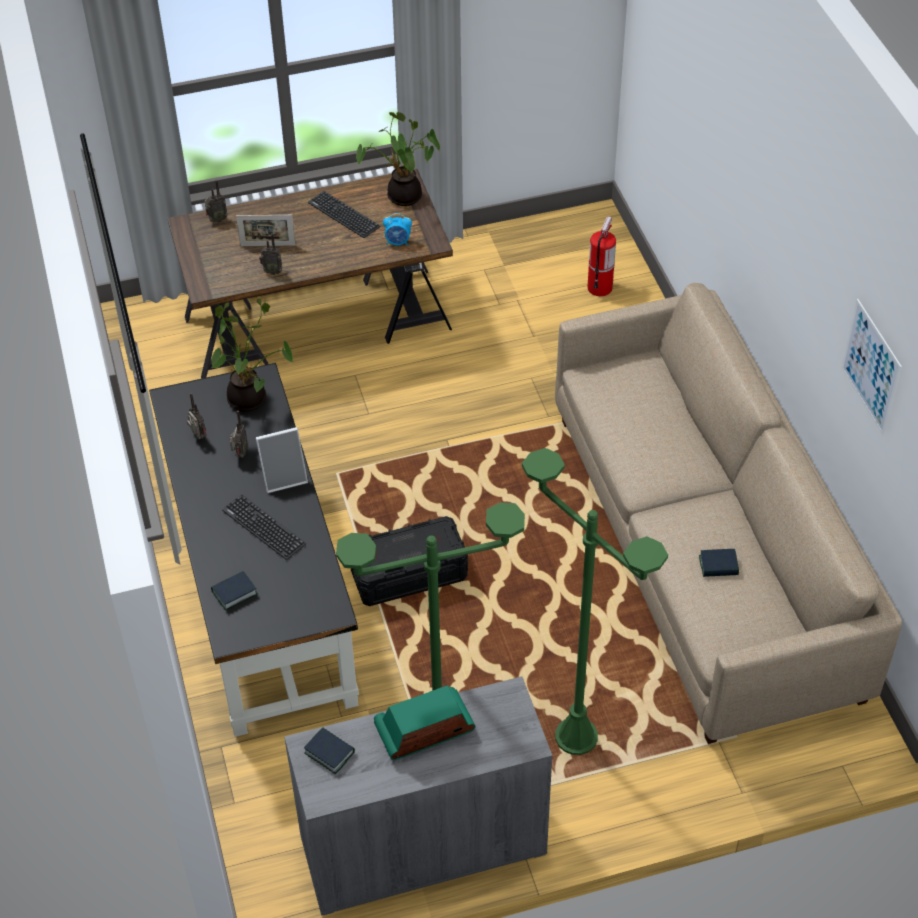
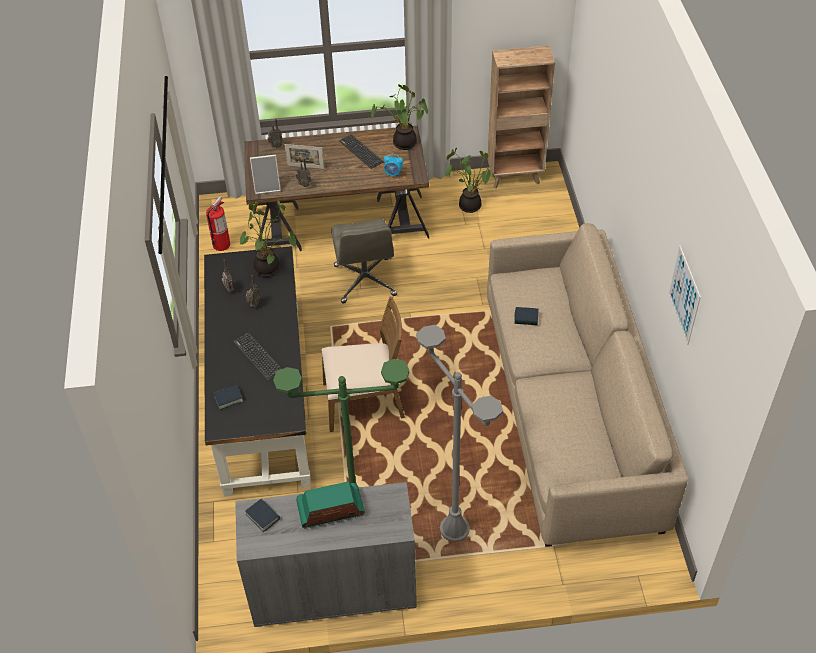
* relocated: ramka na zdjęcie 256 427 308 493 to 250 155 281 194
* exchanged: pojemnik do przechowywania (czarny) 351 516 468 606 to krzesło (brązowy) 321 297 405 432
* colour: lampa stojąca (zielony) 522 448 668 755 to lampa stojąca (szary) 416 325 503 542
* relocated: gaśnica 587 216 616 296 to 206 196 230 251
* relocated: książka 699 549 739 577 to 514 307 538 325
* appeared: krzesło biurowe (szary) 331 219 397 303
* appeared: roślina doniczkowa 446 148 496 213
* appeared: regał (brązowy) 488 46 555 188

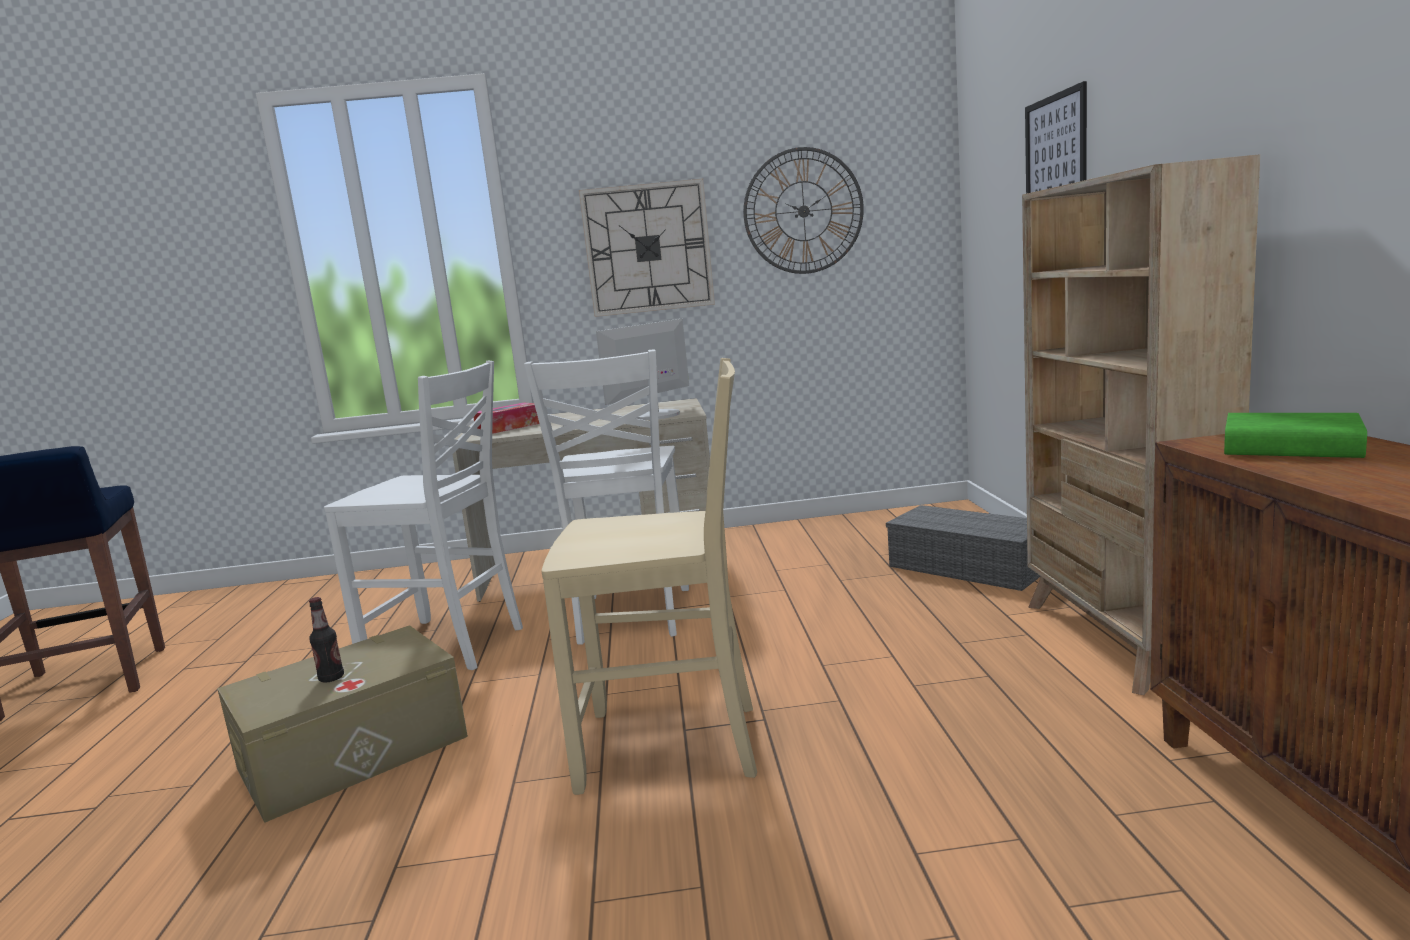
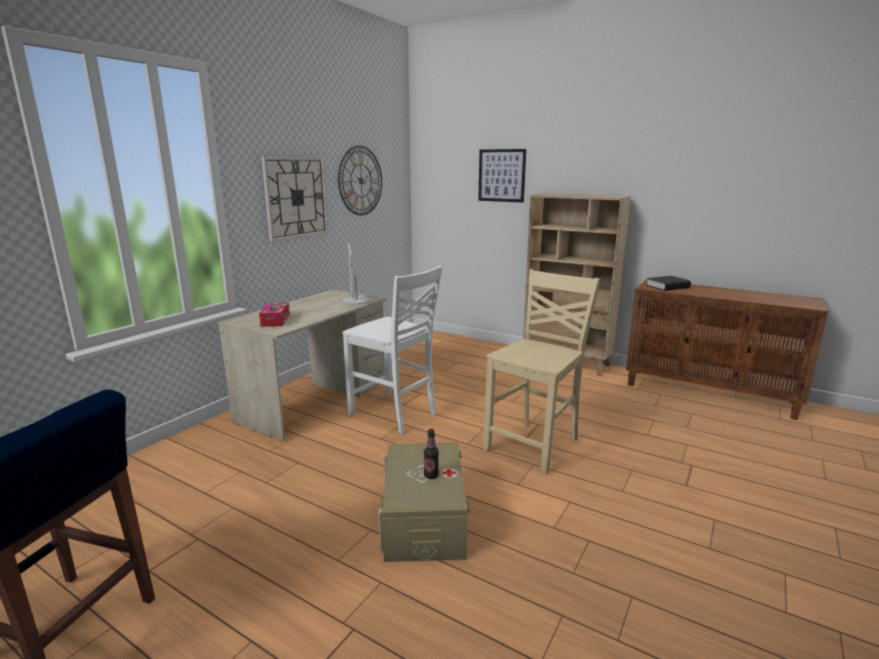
* missing: krzesło (biały) 324 361 523 670
* missing: pojemnik do przechowywania (szary) 886 505 1041 591
* colour: książka (zielony) 1224 413 1367 458 to książka (czarny) 646 276 691 291

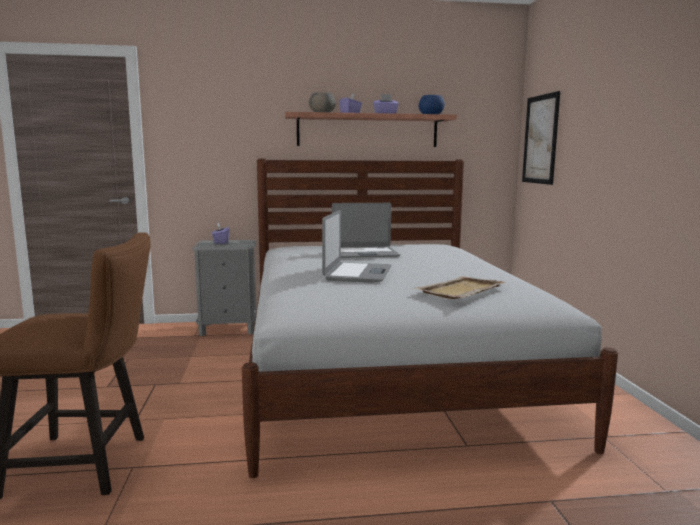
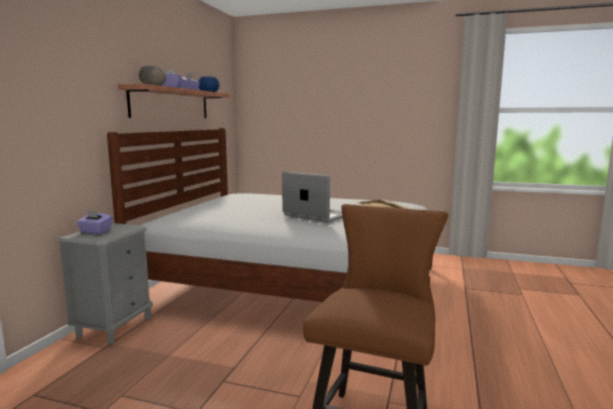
* missing: laptop 332 203 400 258
* missing: obraz 522 91 560 185

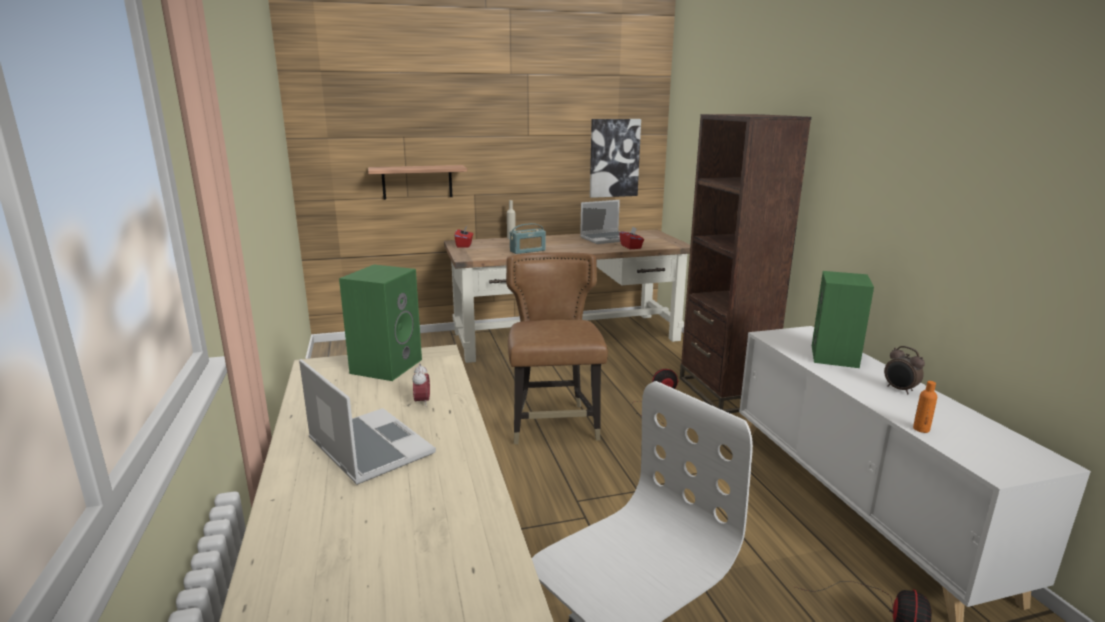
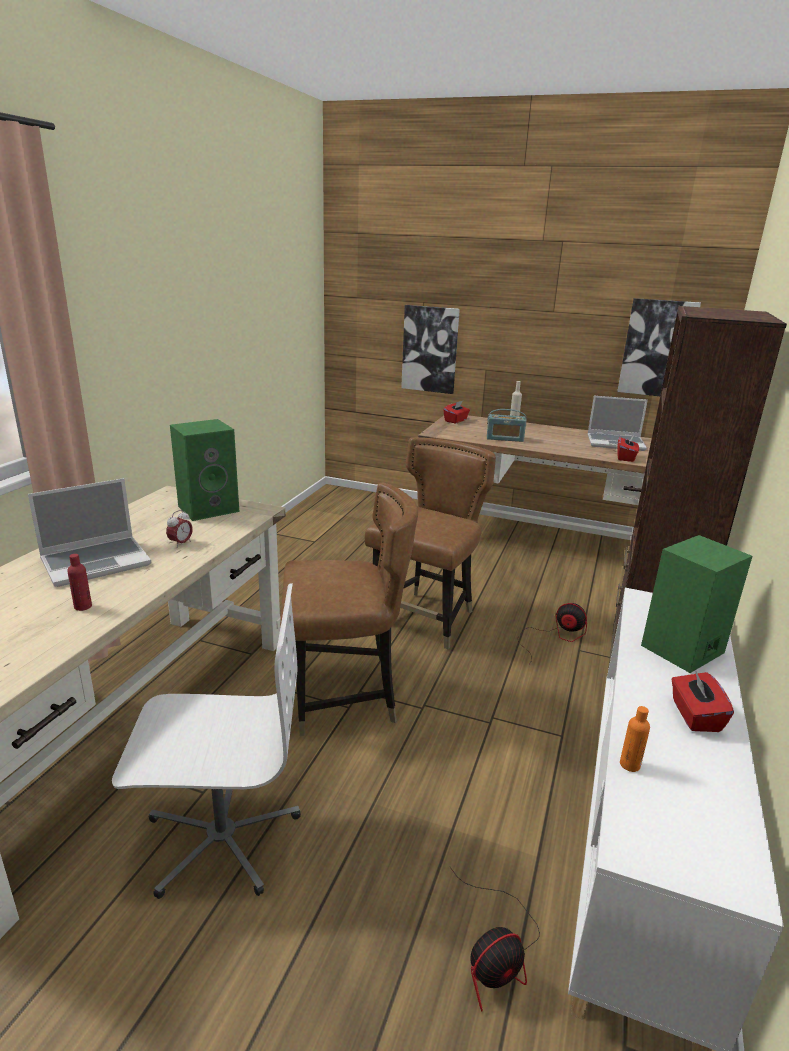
* spun: laptop 299 359 436 485 = 28 478 151 587 60 degrees clockwise
* exchanged: półka 368 165 467 200 to obraz 401 305 460 394
* exchanged: budzik 884 346 925 394 to pudełko chusteczek (czerwony) 671 670 734 732
* appeared: butelka (czerwony) 67 554 92 611
* appeared: krzesło (brązowy) 280 482 418 736

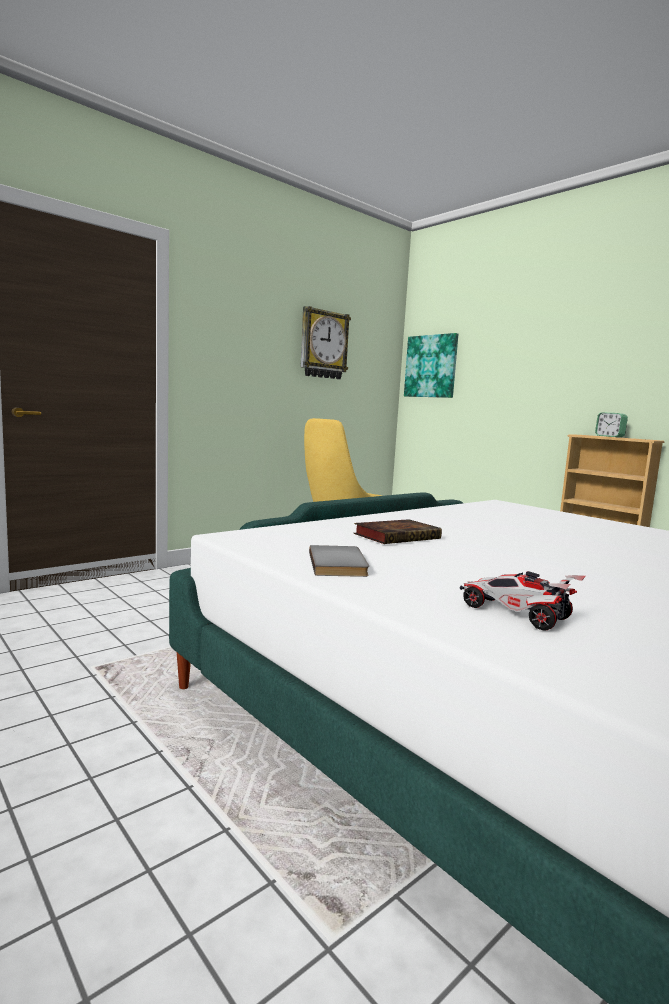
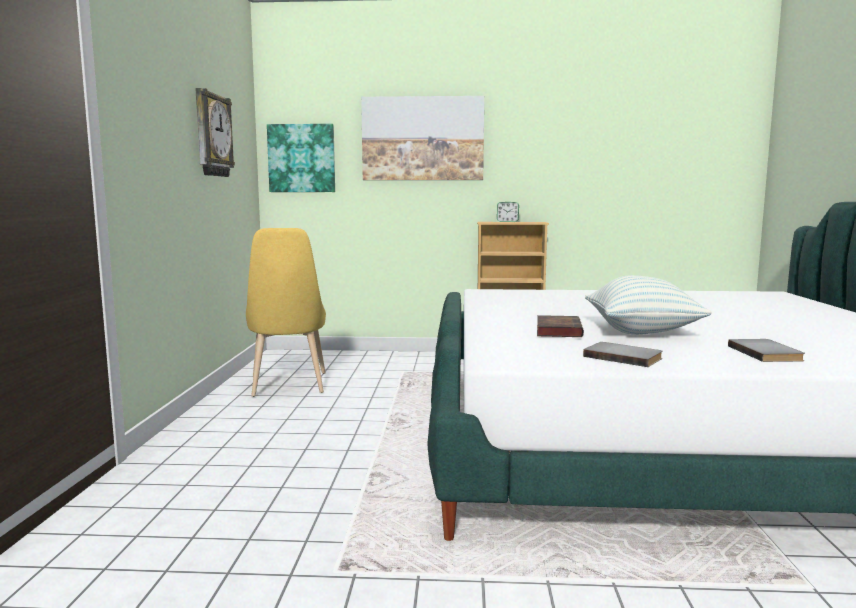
* exchanged: samochodzik 460 571 586 631 to książka (szary) 728 339 805 362
* appeared: obraz 361 96 484 180
* appeared: poduszka 585 275 712 335

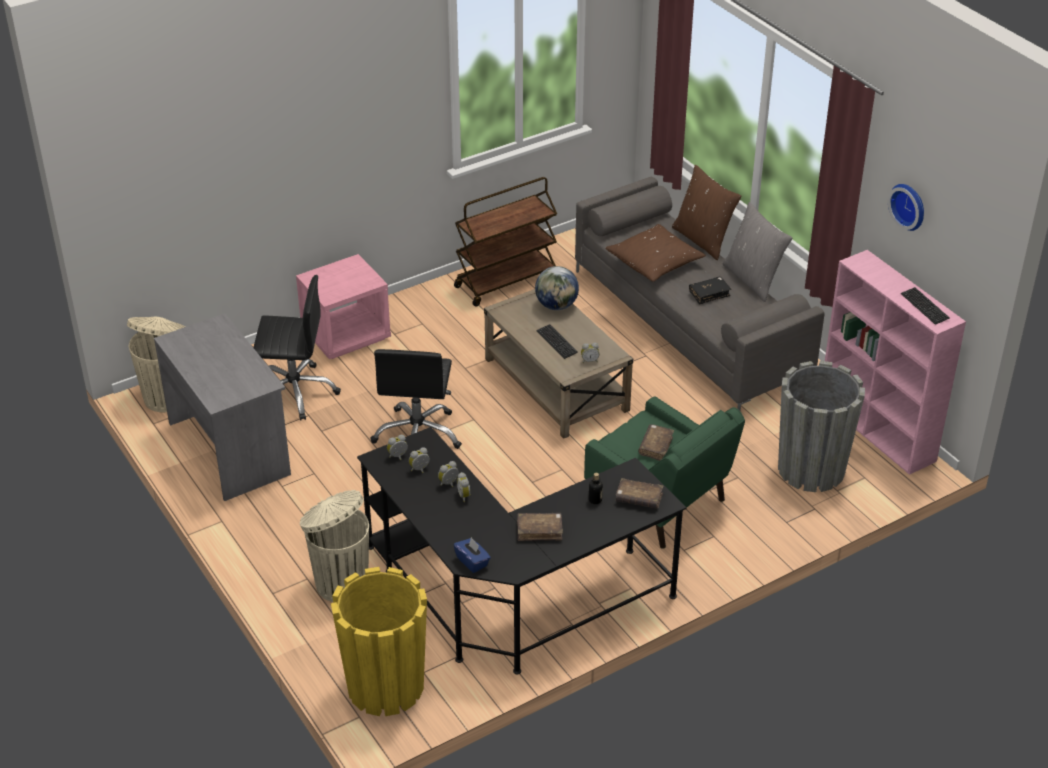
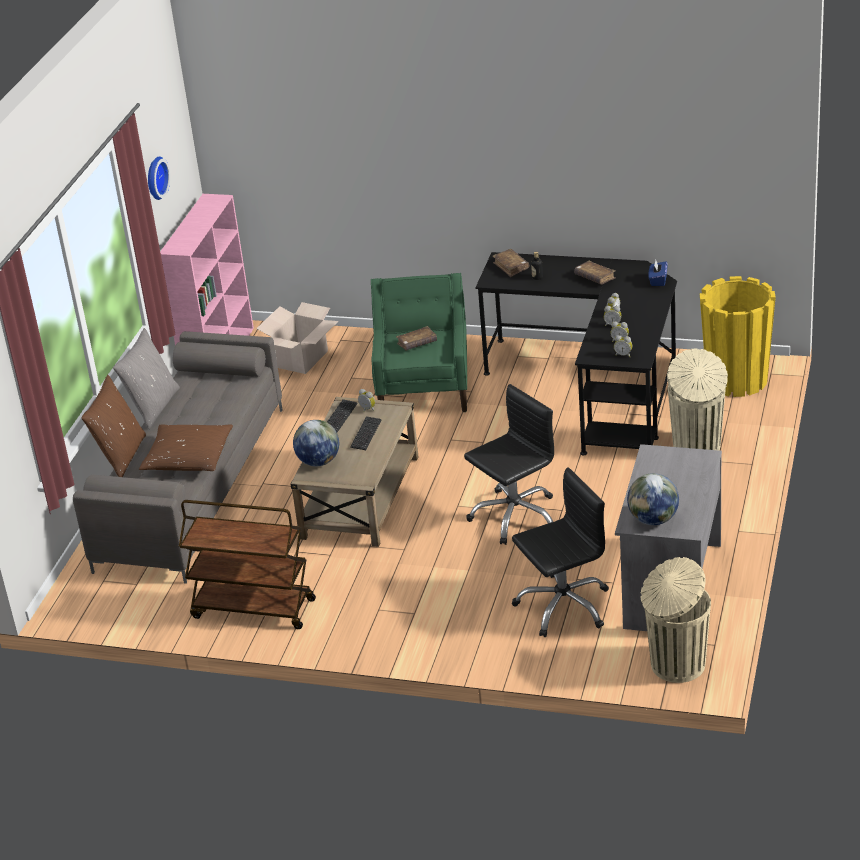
* spun: krzesło biurowe (czarny) 253 275 341 420 = 512 468 609 637 105 degrees clockwise
* missing: szafka nocna (różowy) 296 254 391 359
* missing: książka (czarny) 689 277 732 304
* exchanged: donica (szary) 778 361 865 492 to karton 256 302 338 374
* relocated: klawiatura 901 287 950 325 to 327 399 357 432
* appeared: globus 627 473 679 525

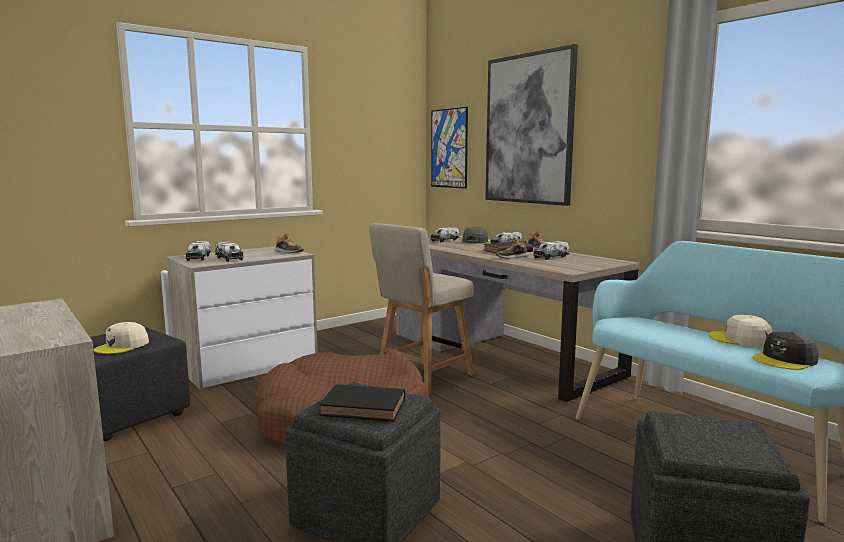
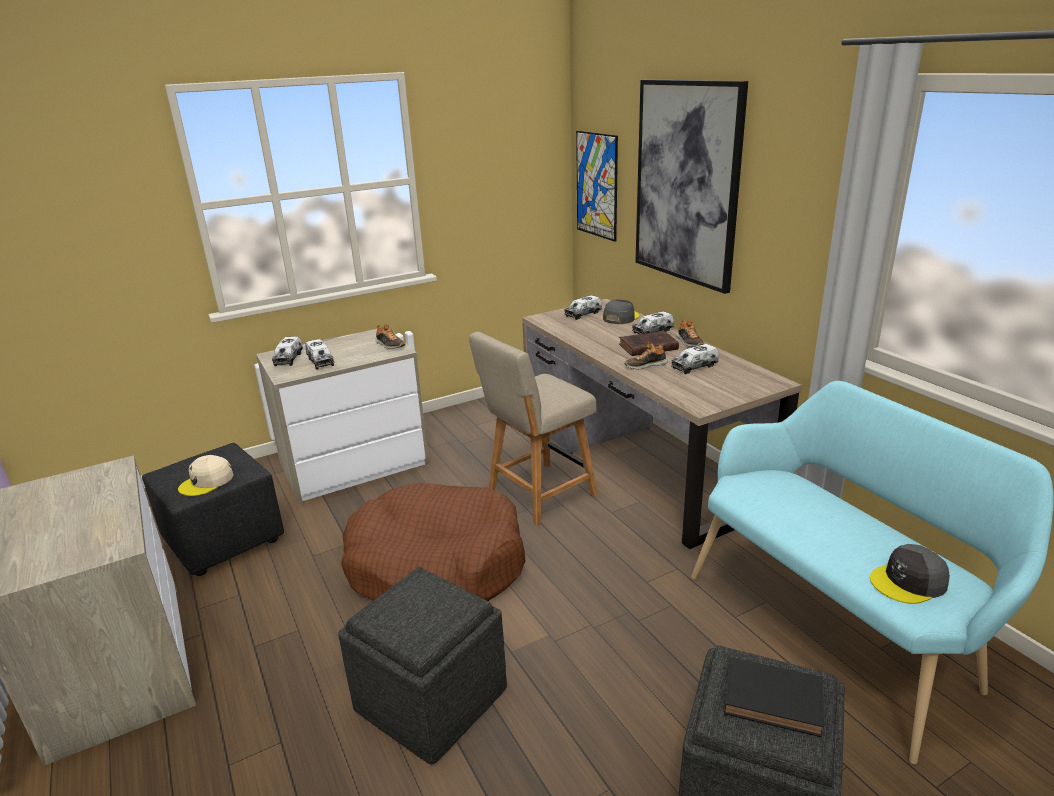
* relocated: książka (czarny) 319 384 405 422 to 724 657 824 737
* missing: czapka z daszkiem (beżowy) 708 315 773 347

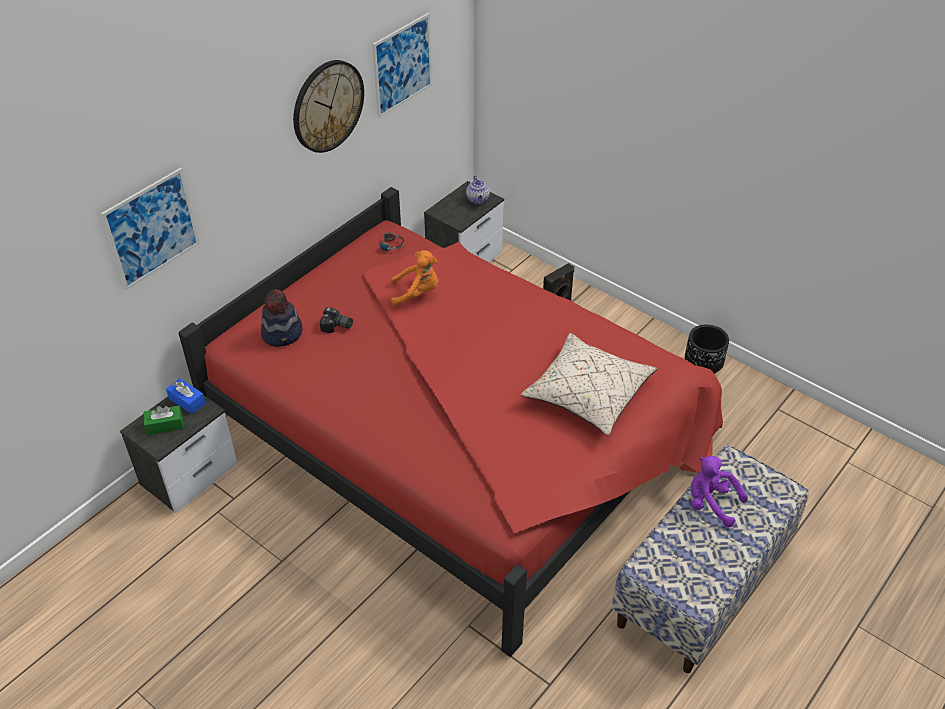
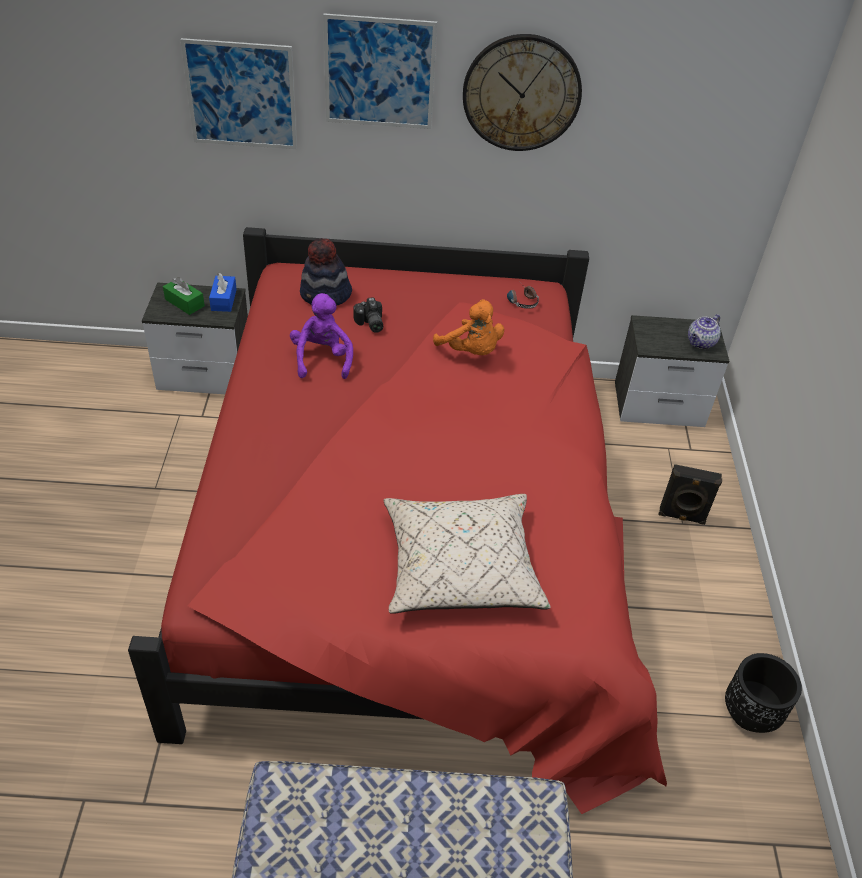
* relocated: obraz 372 13 432 118 to 323 13 437 129
* relocated: pluszak (fioletowy) 691 456 748 527 to 290 293 353 379

